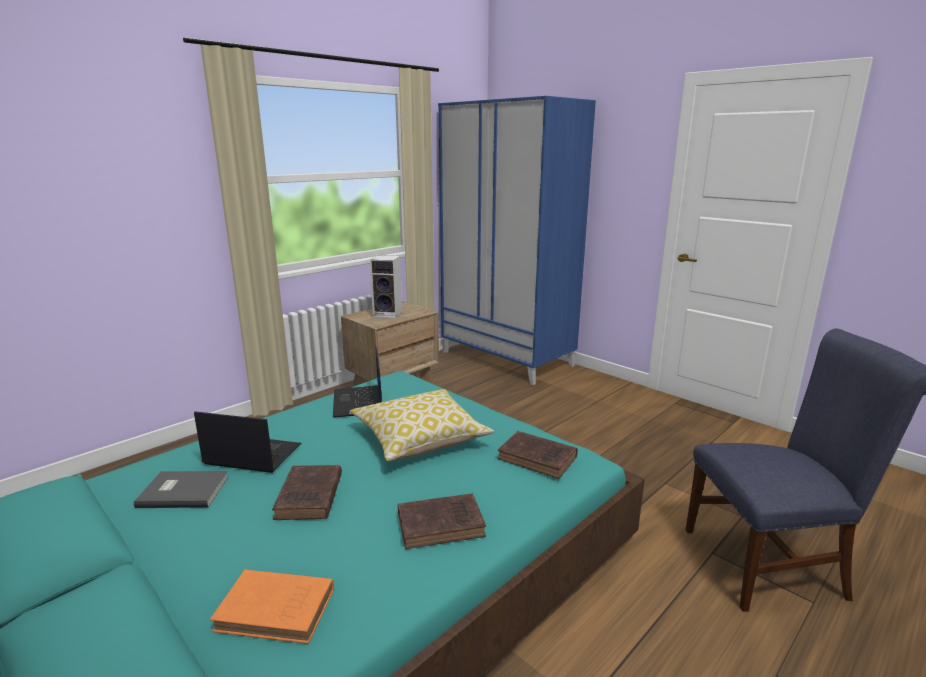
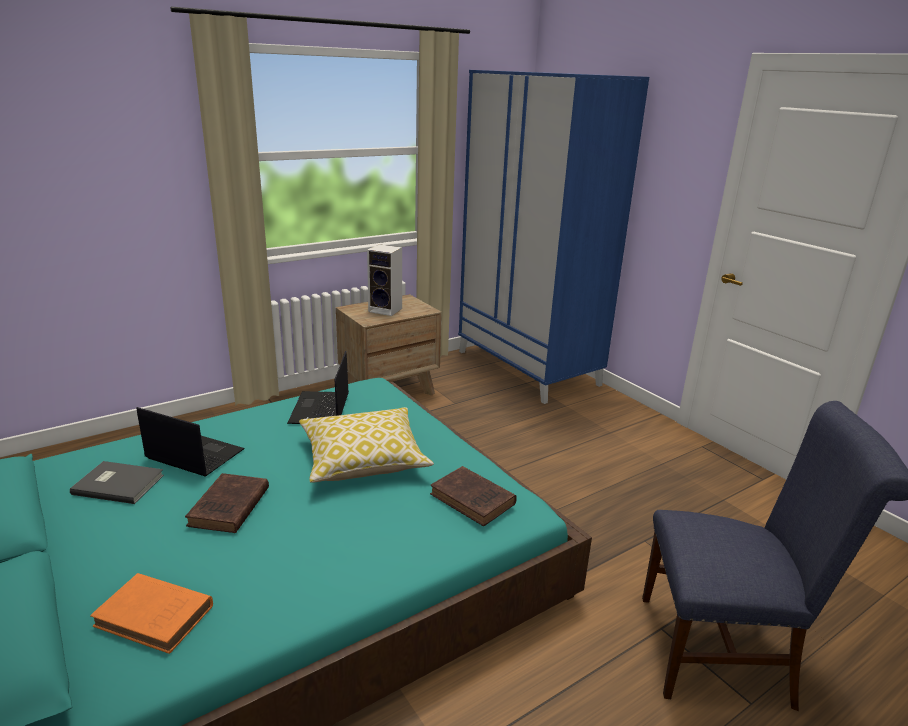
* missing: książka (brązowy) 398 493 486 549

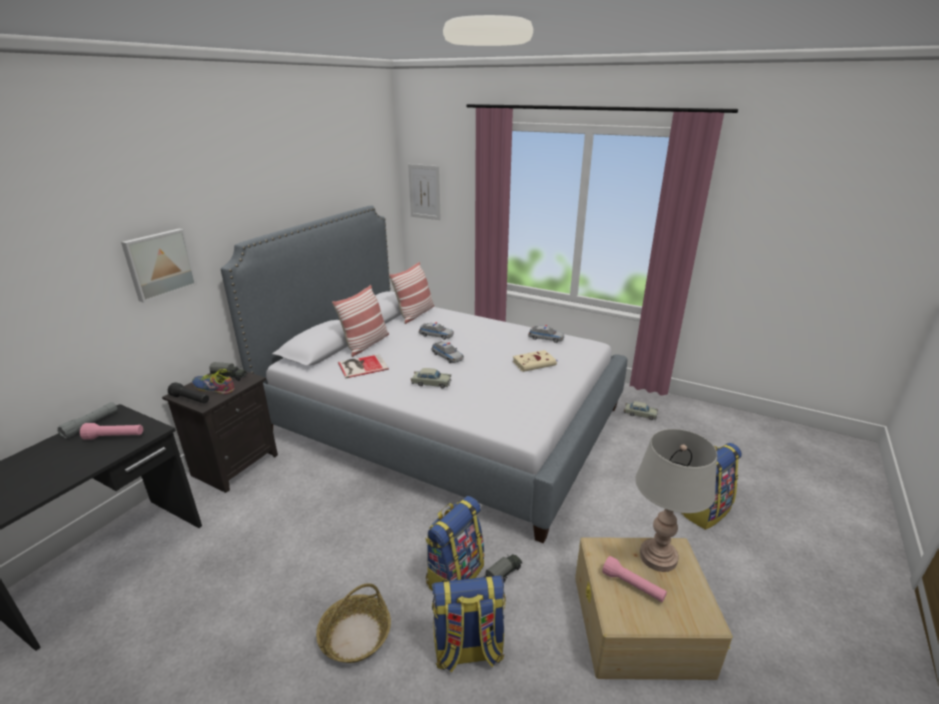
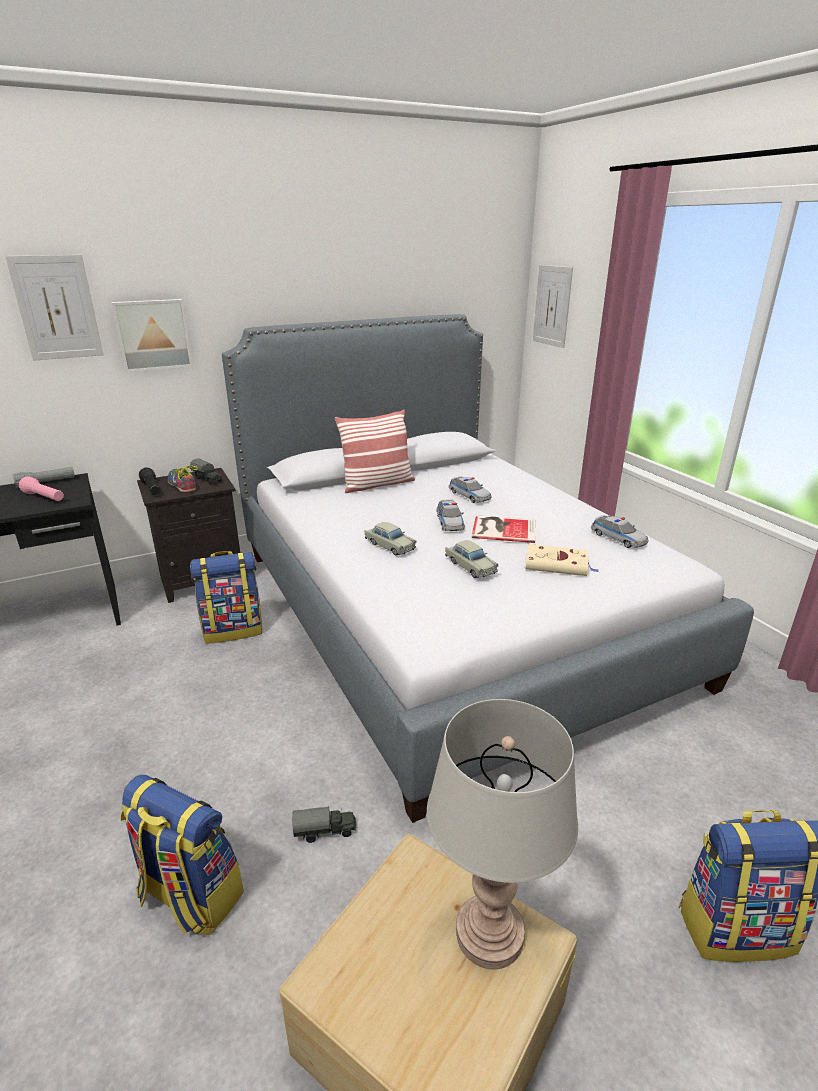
* missing: koszyk 316 583 391 663
* relocated: książka 338 354 389 379 to 471 515 535 543
* missing: poduszka 389 262 434 324
* relocated: plecak 425 496 485 591 to 190 551 262 644
* missing: latarka (różowy) 602 556 667 602
* relocated: samochodzik (beżowy) 624 401 658 420 to 445 540 499 578
* appeared: obraz 5 255 103 361

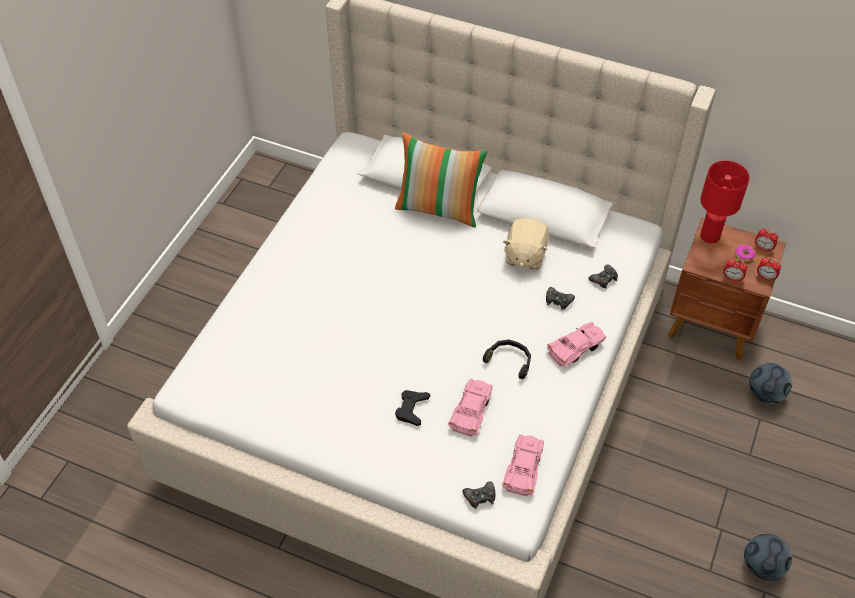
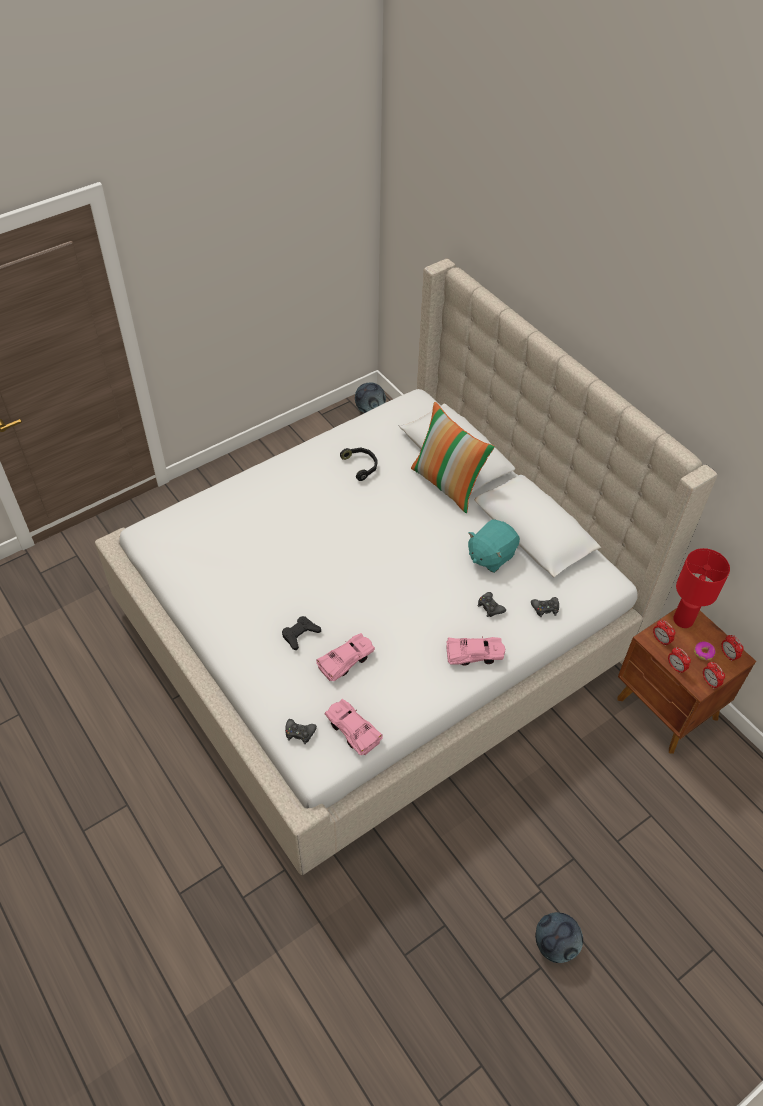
* relocated: słuchawki (czarny) 483 340 531 379 to 340 448 378 481
* spun: samochodzik (różowy) 502 434 544 496 = 325 699 383 755 90 degrees counterclockwise
* colour: pluszak (beżowy) 503 218 549 269 to pluszak (turkusowy) 468 519 520 573
* relocated: piłka futbolowa 749 363 792 404 to 355 382 386 413
* appeared: budzik 653 620 676 646

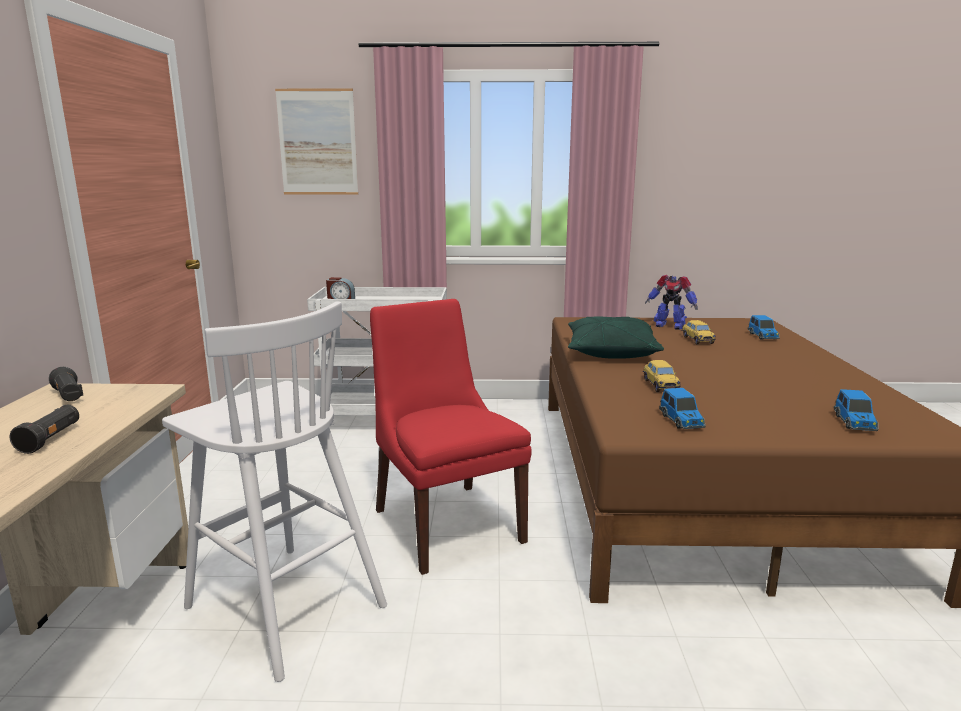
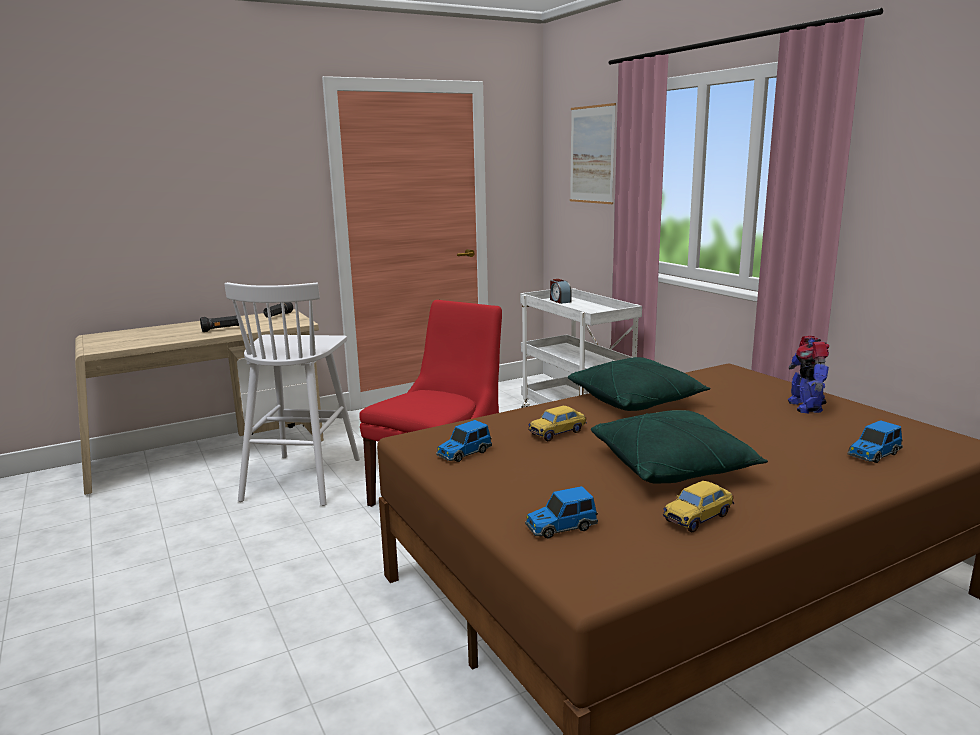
* relocated: samochodzik 682 320 716 345 to 663 481 734 532
* appeared: poduszka (zielony) 591 410 768 484

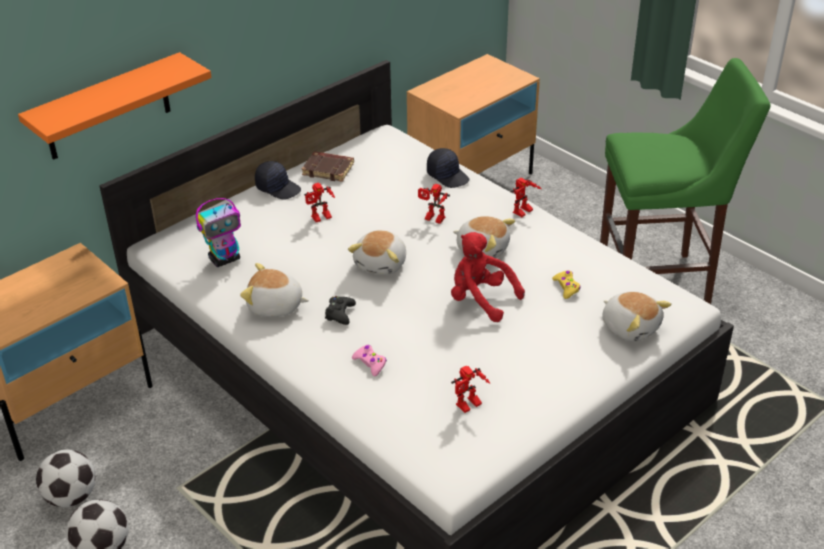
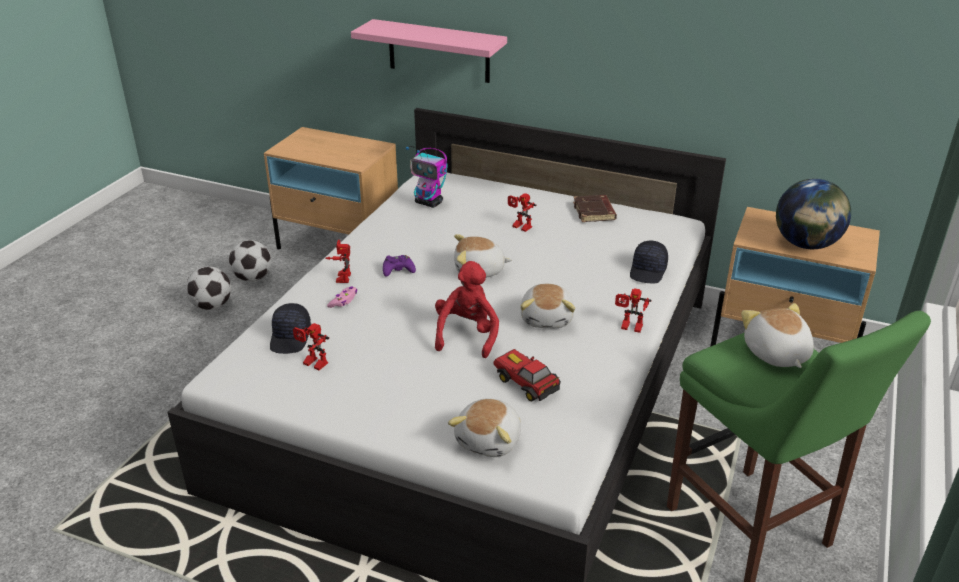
* colour: półka (pomarańczowy) 18 52 212 160 to półka (różowy) 351 19 507 83
* relocated: pluszak 240 263 309 317 to 741 303 814 368
* relocated: czapka z daszkiem (czarny) 255 161 301 200 to 270 303 311 354
* colour: pad do gier (czarny) 325 296 356 325 to pad do gier (fioletowy) 383 255 416 277
* relocated: robot zabawkowy 418 184 450 224 to 325 240 351 283
* exchanged: pad do gier (żółty) 552 270 581 299 to samochodzik 494 349 561 402
* appeared: globus 776 179 851 249

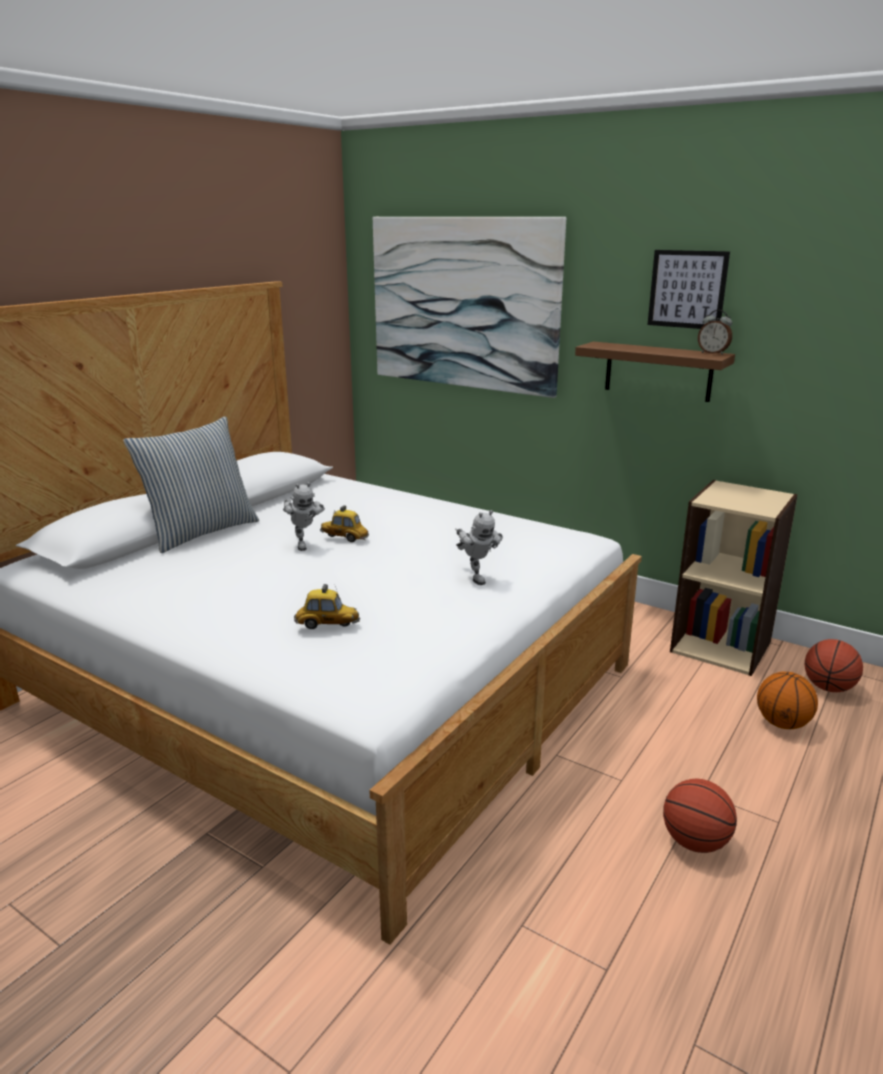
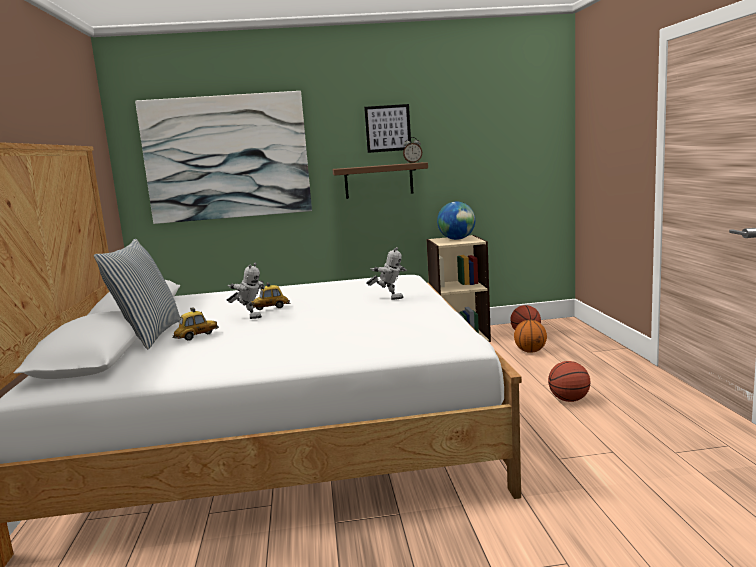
* relocated: samochodzik 294 584 360 629 to 172 307 219 341
* appeared: globus 437 201 475 240

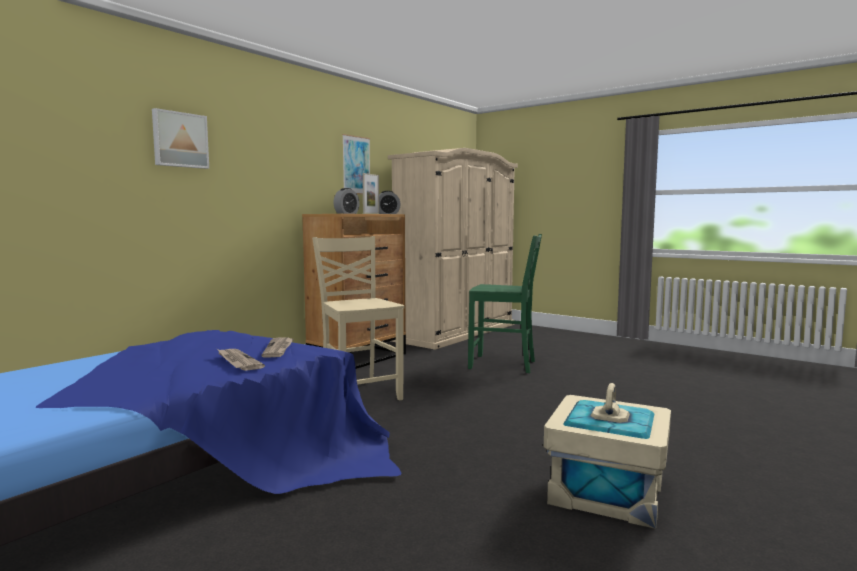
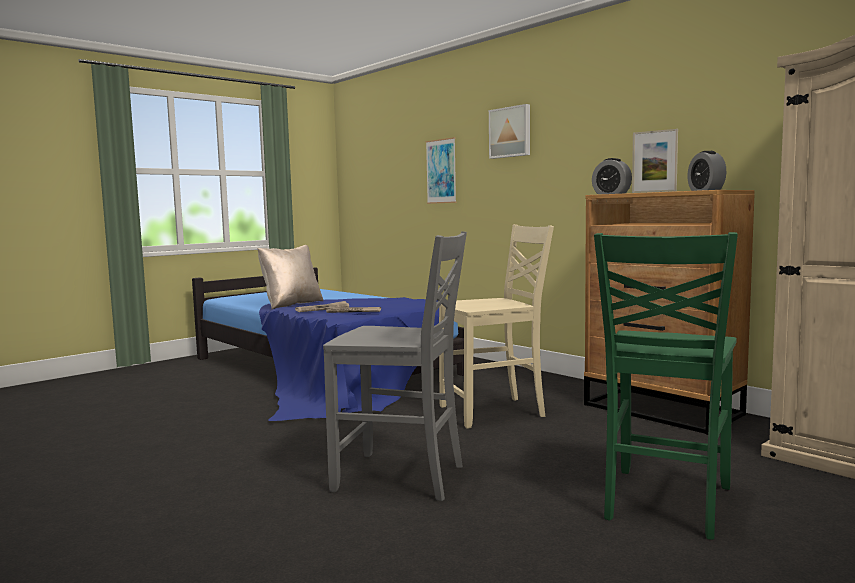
* relocated: obraz 342 134 370 194 to 426 137 457 204
* missing: pojemnik do przechowywania (beżowy) 544 383 671 529
* appeared: poduszka (beżowy) 257 245 323 309
* appeared: krzesło (szary) 323 231 467 501

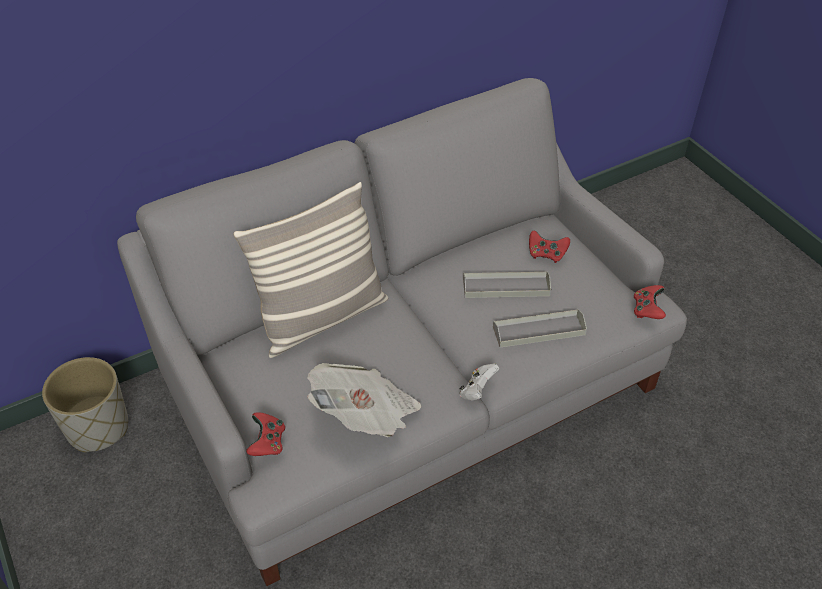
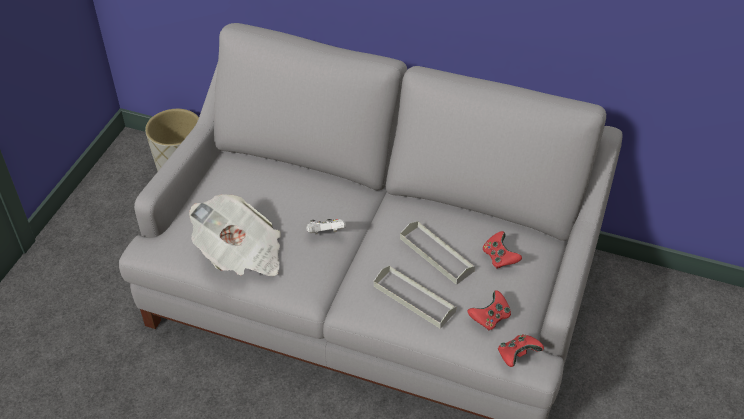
* missing: poduszka 233 182 388 358
* relocated: pad do gier (czerwony) 246 412 285 456 to 467 290 511 330
* relocated: pad do gier (biały) 459 363 499 400 to 306 219 346 235

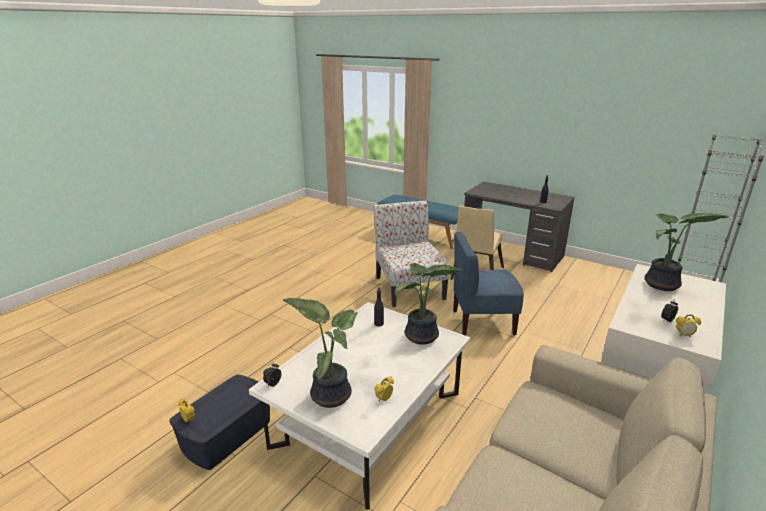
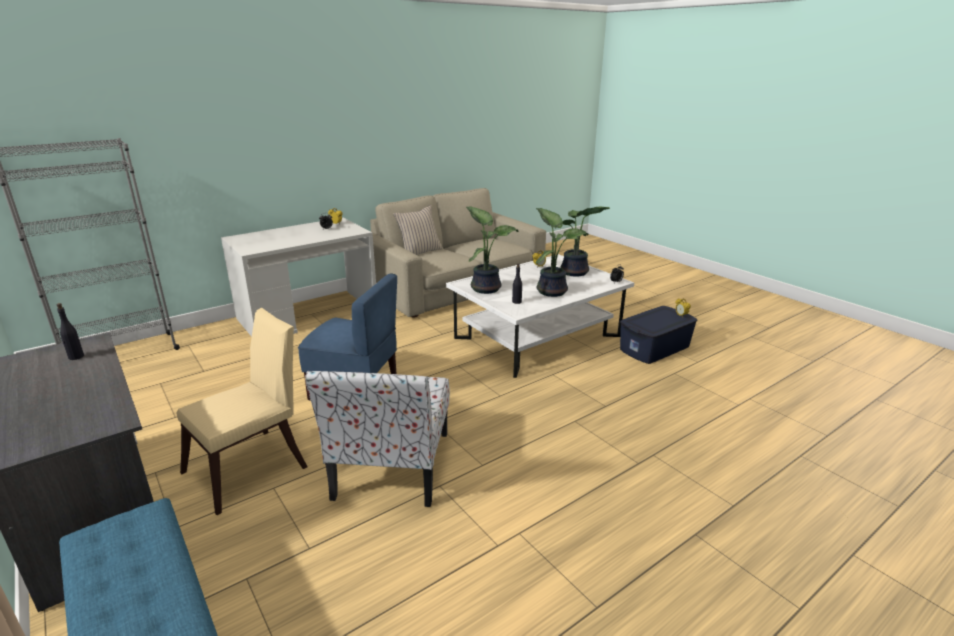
* relocated: roślina doniczkowa 644 213 729 291 to 536 208 589 297
* appeared: poduszka (beżowy) 393 205 443 255

